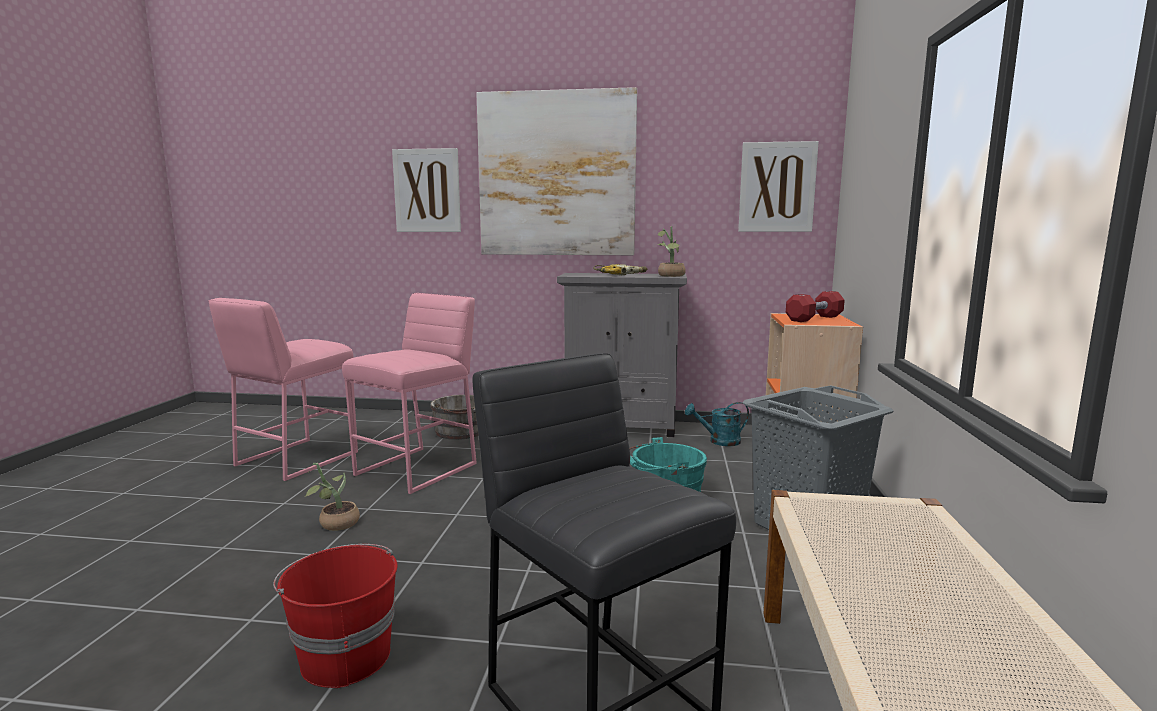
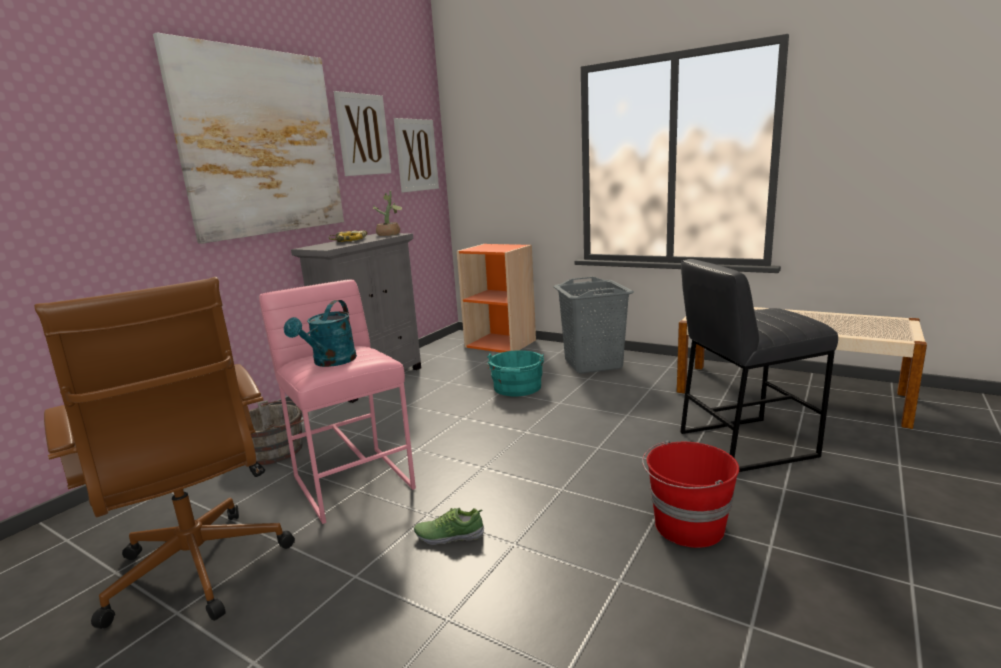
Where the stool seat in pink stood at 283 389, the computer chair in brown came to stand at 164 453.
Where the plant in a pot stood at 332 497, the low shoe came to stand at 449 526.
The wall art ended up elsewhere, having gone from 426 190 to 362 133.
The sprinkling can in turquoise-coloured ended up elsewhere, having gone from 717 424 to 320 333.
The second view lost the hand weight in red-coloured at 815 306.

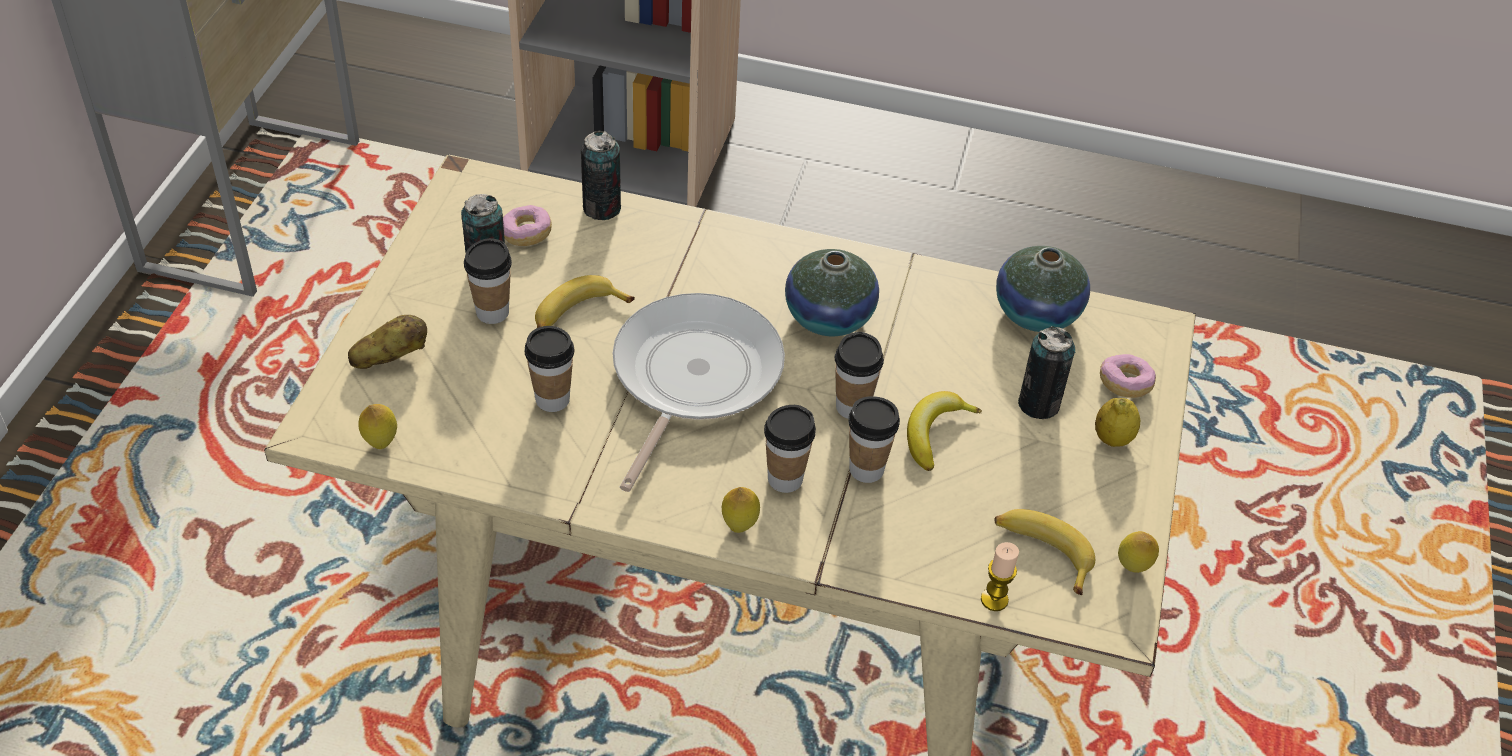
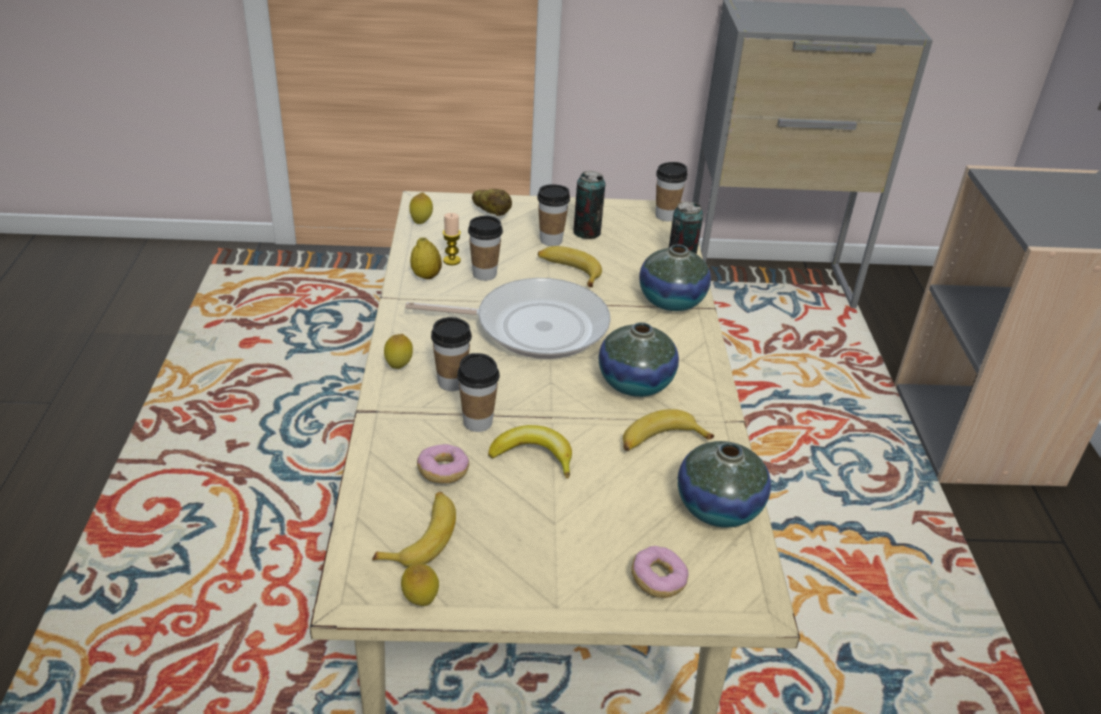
The ring doughnut ended up elsewhere, having gone from 527 225 to 443 463.
The cup ended up elsewhere, having gone from 859 375 to 671 191.
The wax light ended up elsewhere, having gone from 1000 576 to 452 239.
The second view lost the can at 1046 372.
The lemon ended up elsewhere, having gone from 1117 422 to 426 258.
The second view gained the whole banana at 668 430.
The second view gained the flower vase at 675 277.

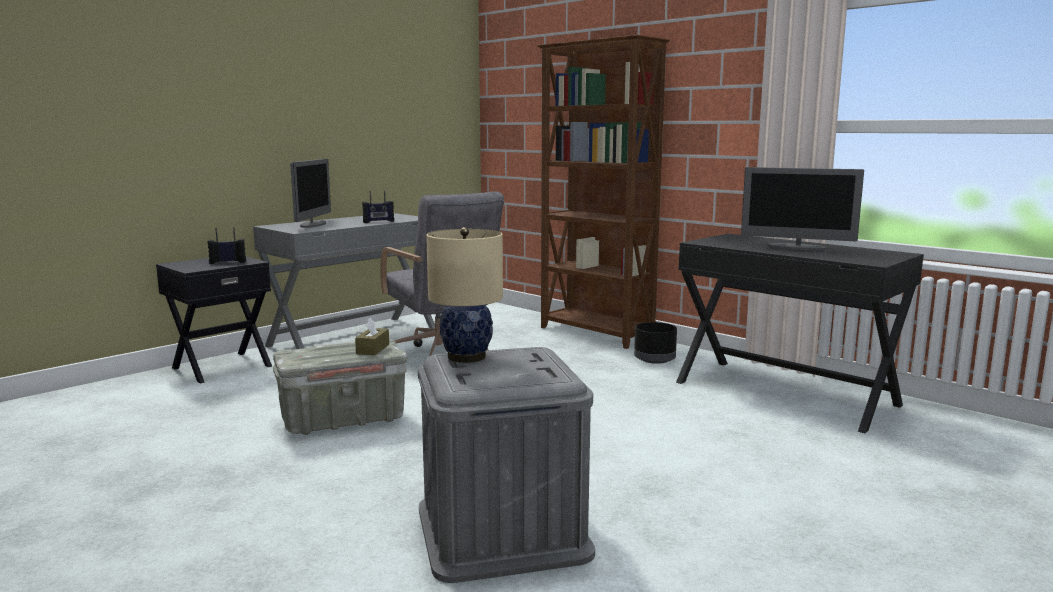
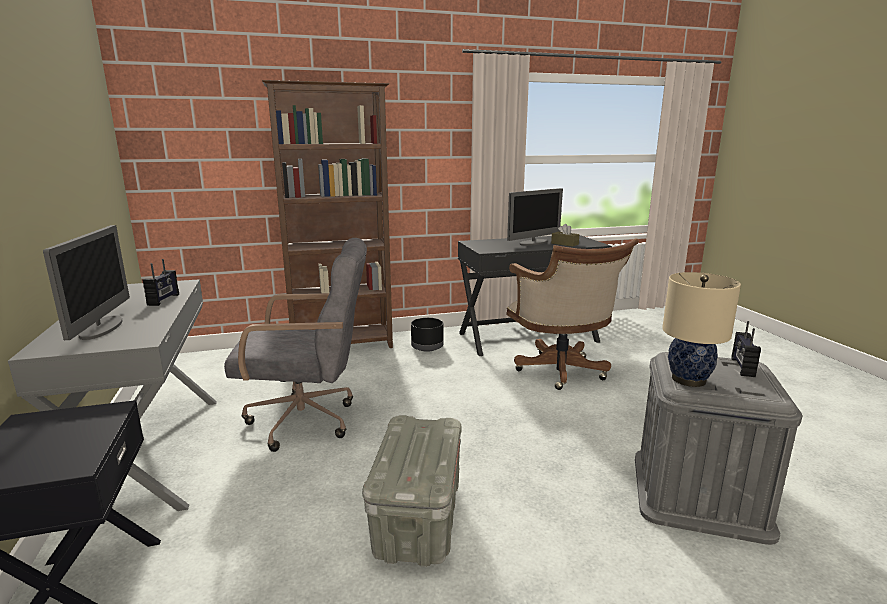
The radio set ended up elsewhere, having gone from 226 245 to 746 349.
The computer display at 310 193 ended up facing another way, 45 degrees clockwise from before.
The tissue holder in brown ended up elsewhere, having gone from 372 336 to 565 235.
The second view gained the computer chair at 572 314.

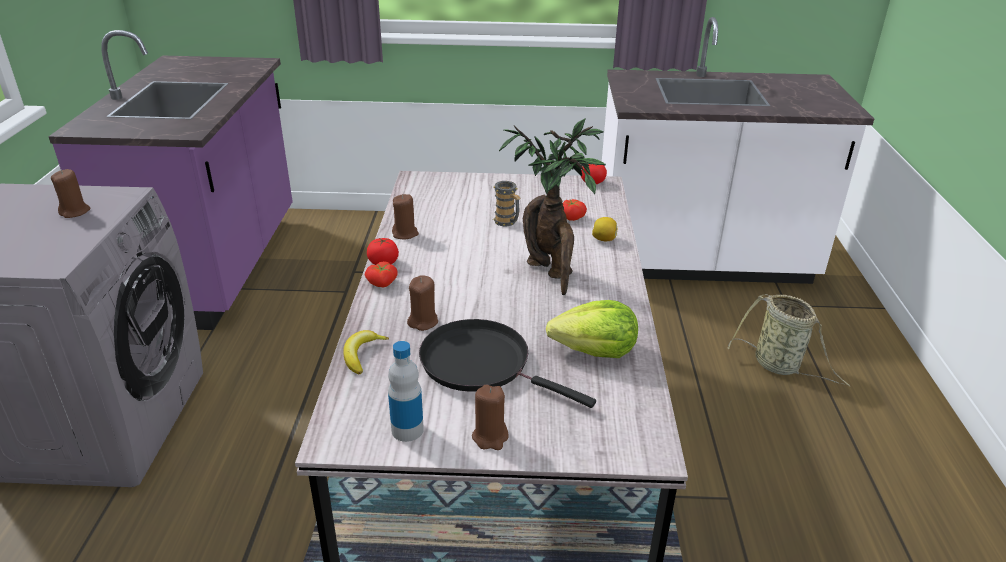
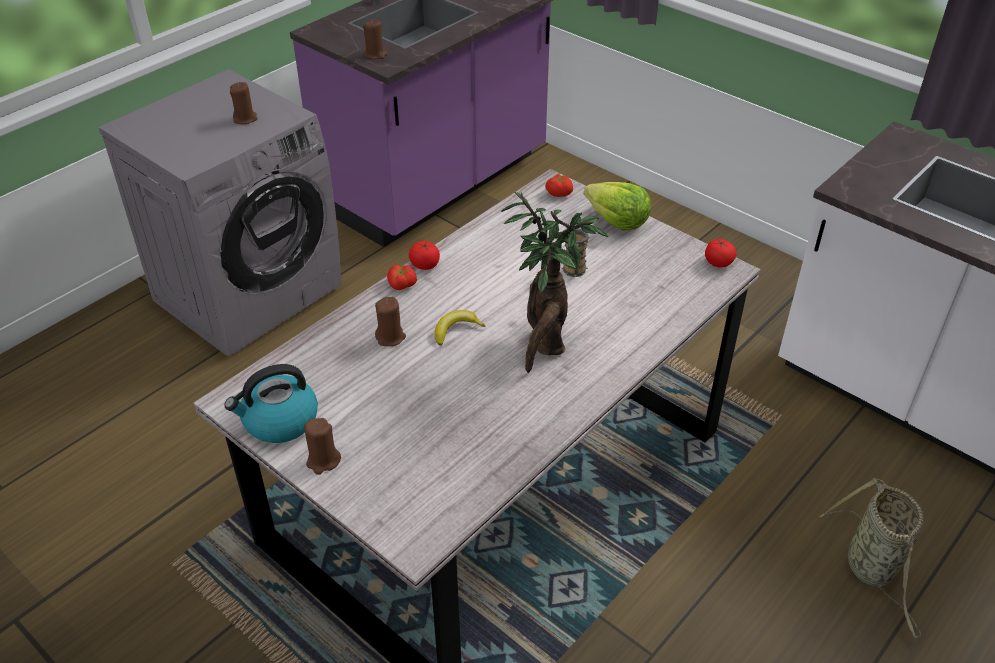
The whole banana ended up elsewhere, having gone from 366 352 to 459 327.
Where the bottle stood at 406 391, the tea kettle came to stand at 271 403.
The wax light in brown ended up elsewhere, having gone from 405 216 to 375 39.
The second view lost the skillet in black at 507 363.
The lettuce head ended up elsewhere, having gone from 592 329 to 617 206.
The fresh tomato ended up elsewhere, having gone from 575 210 to 559 185.
The second view lost the lemon at 604 229.

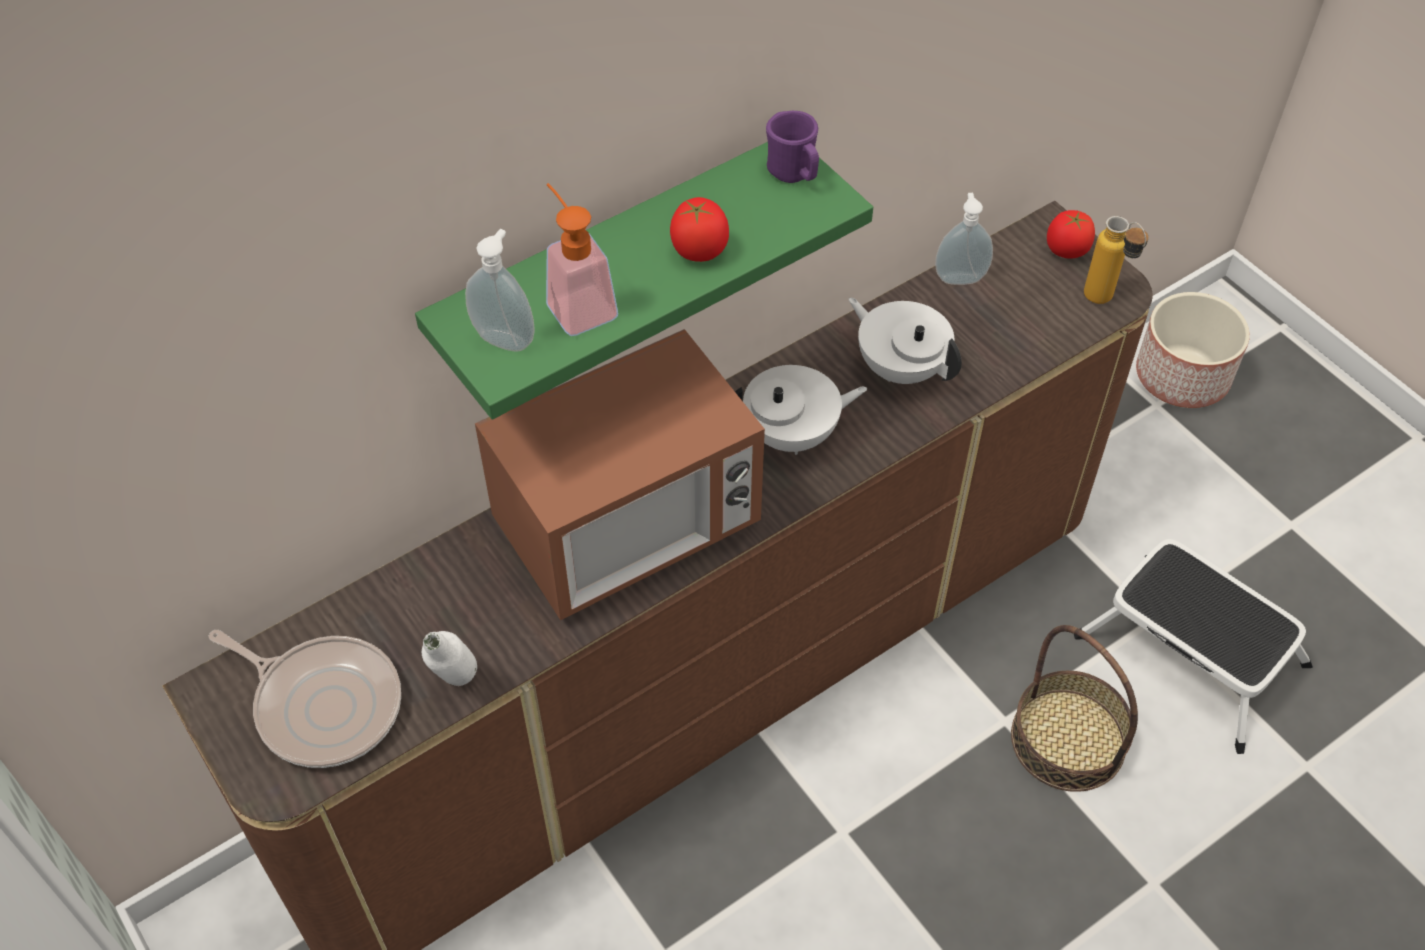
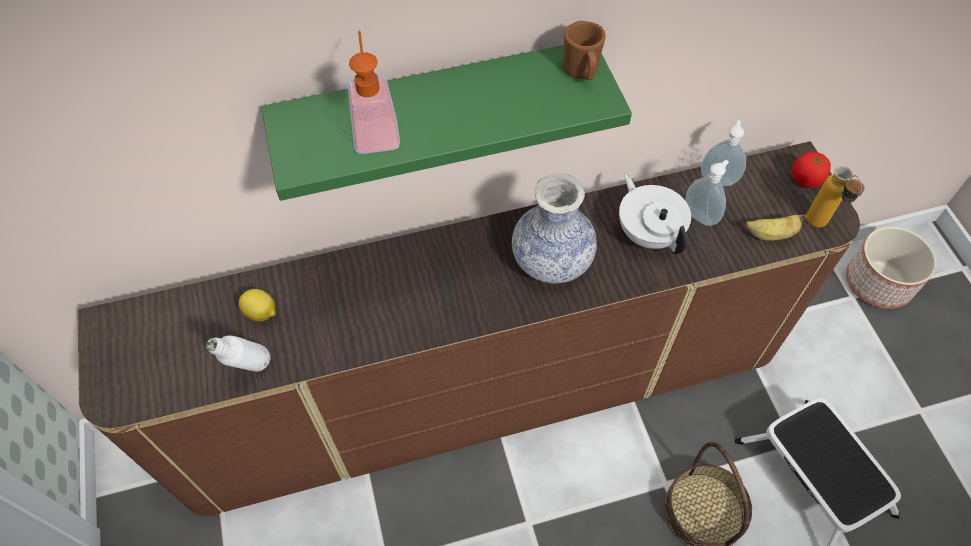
The second view lost the skillet at 304 699.
The soap dispenser ended up elsewhere, having gone from 500 290 to 707 193.
The second view lost the kitchen microwave at 620 474.
The second view lost the fresh tomato at 699 229.
Where the tea pot in whitish stood at 801 410, the flower vase came to stand at 554 228.
What was the tea mug in purple at 792 147 turned into the tea mug in brown at 584 50.
The second view gained the lemon at 257 305.
The second view gained the whole banana at 775 227.

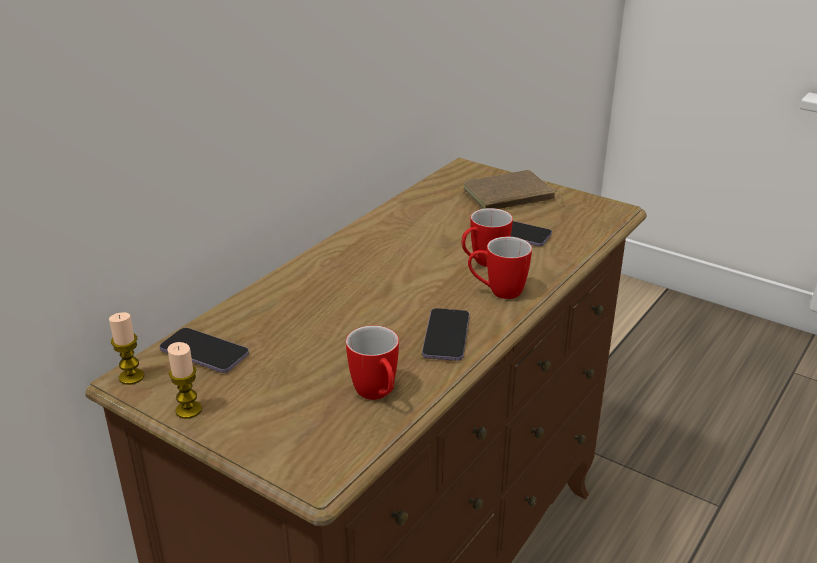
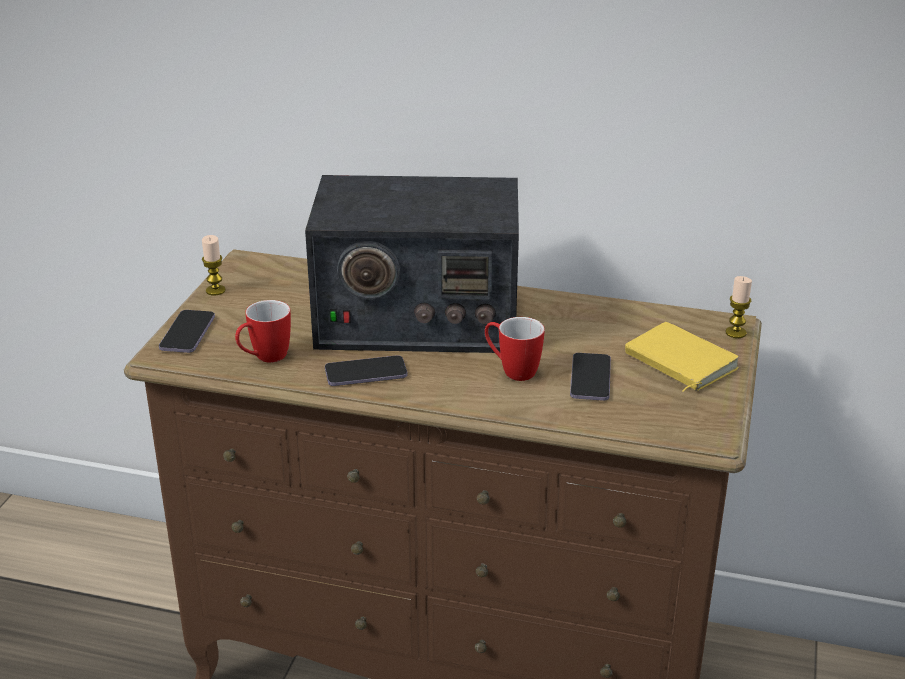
The wax light ended up elsewhere, having gone from 126 348 to 738 307.
The telephone ended up elsewhere, having gone from 204 350 to 187 331.
What was the bound book in brown at 513 189 turned into the bound book in yellow at 682 357.
The second view lost the tea mug at 500 268.
The second view gained the radio set at 412 264.

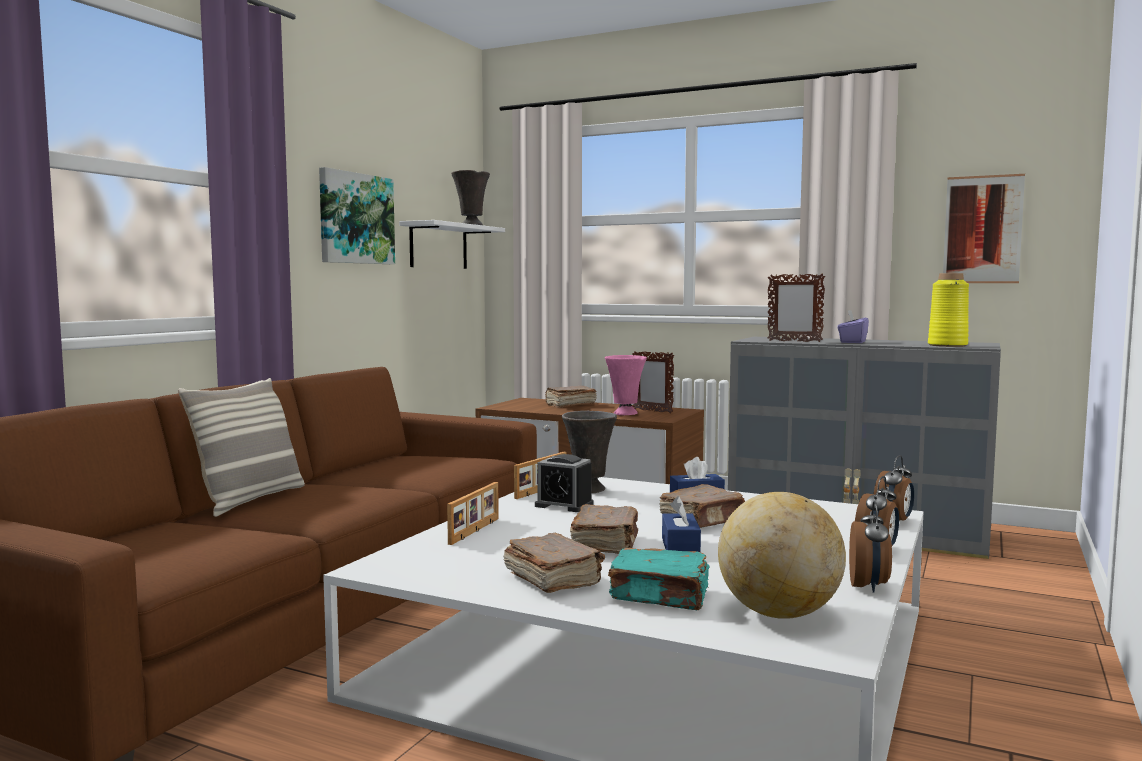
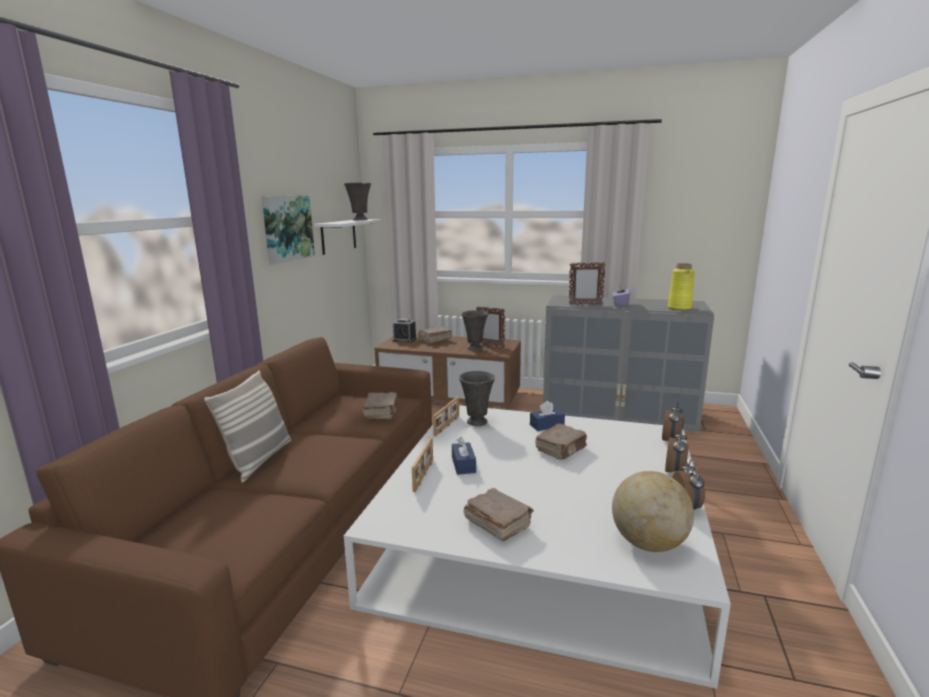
The table clock ended up elsewhere, having gone from 564 483 to 404 330.
The bound book in brown ended up elsewhere, having gone from 604 529 to 380 406.
What was the flower vase in pink at 626 385 turned into the flower vase in gray at 474 330.
The second view lost the bound book in turquoise-coloured at 658 579.
The tissue holder in blue-coloured ended up elsewhere, having gone from 681 524 to 464 456.
The second view lost the wall art at 984 228.

